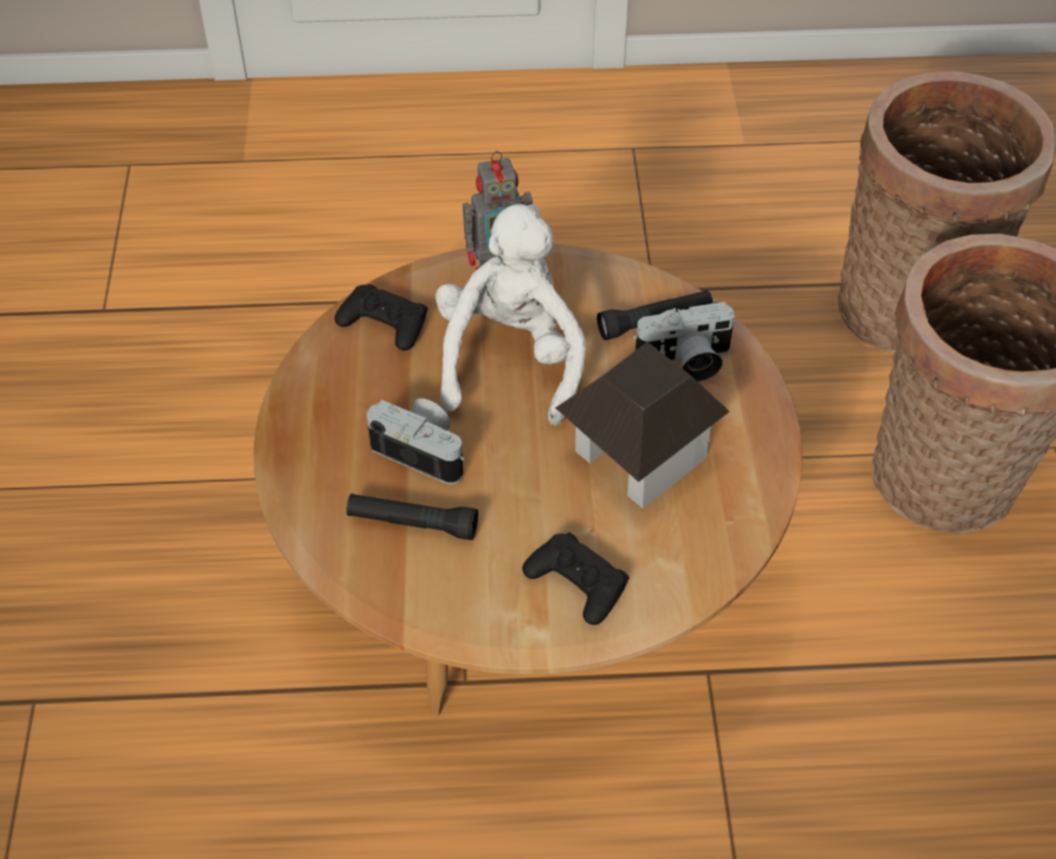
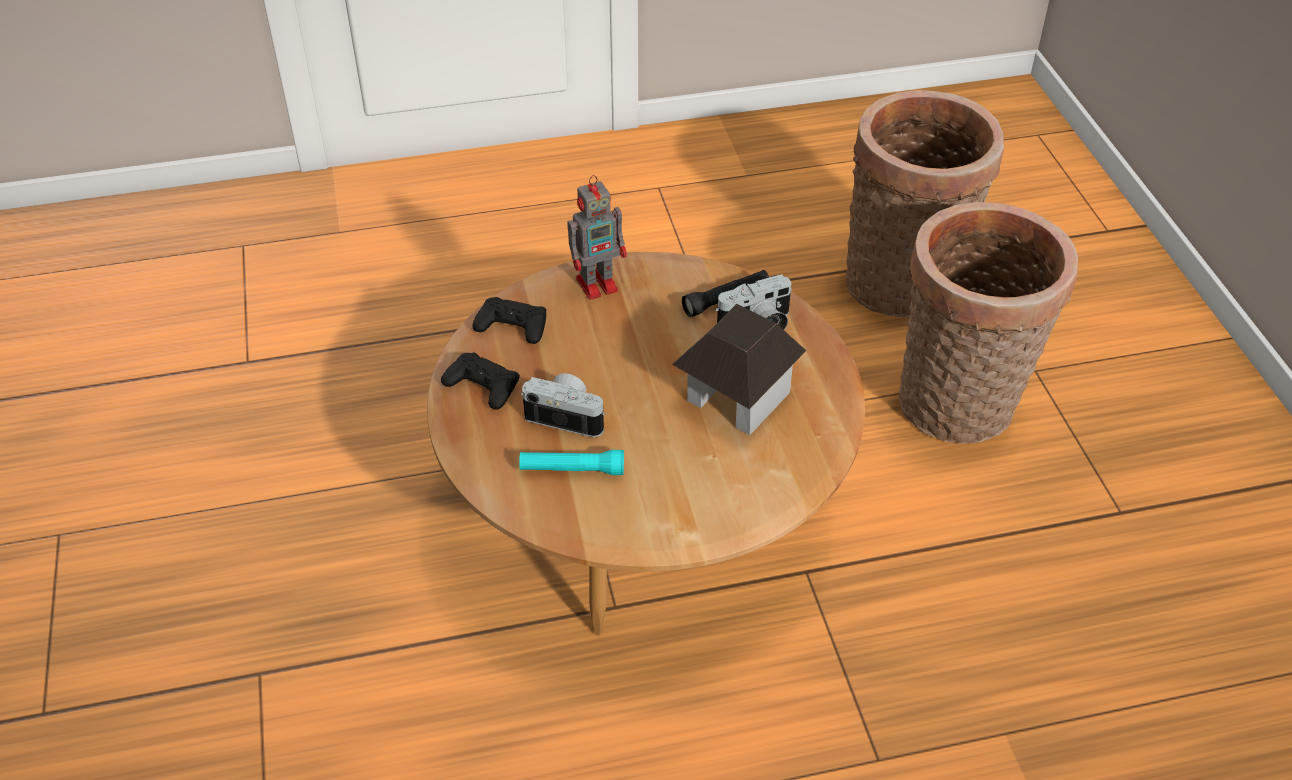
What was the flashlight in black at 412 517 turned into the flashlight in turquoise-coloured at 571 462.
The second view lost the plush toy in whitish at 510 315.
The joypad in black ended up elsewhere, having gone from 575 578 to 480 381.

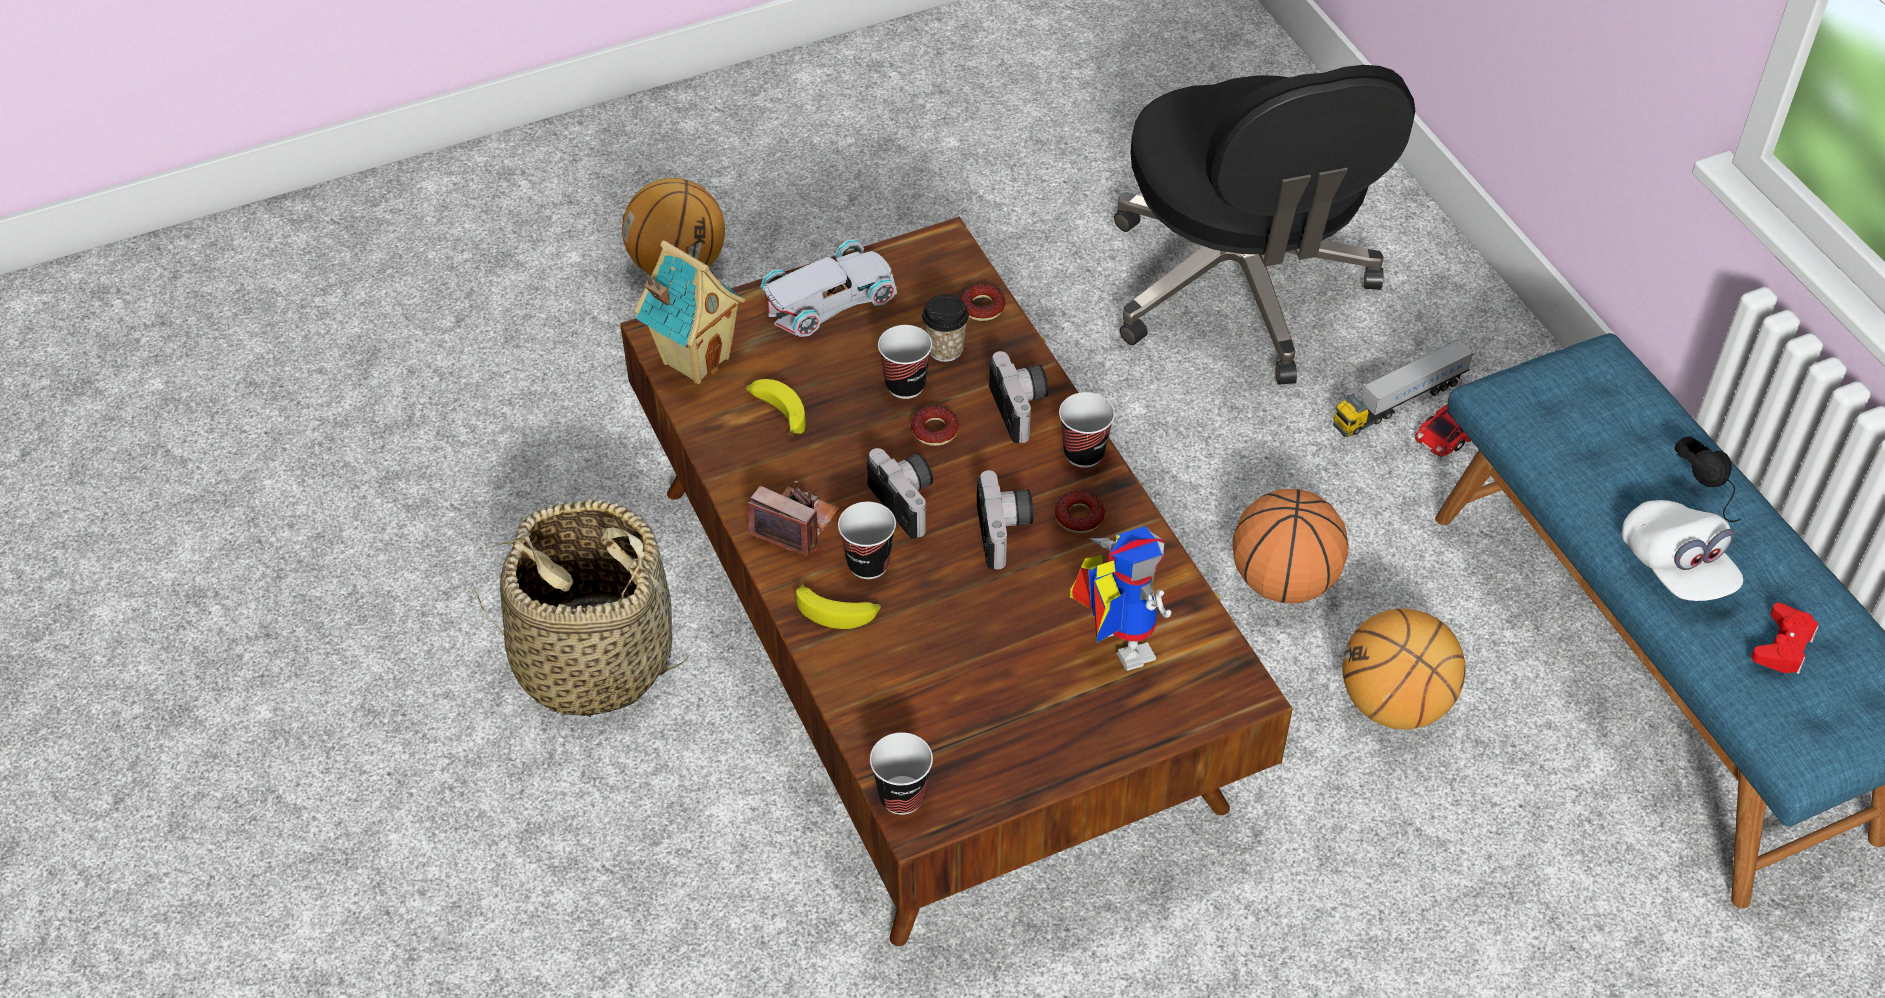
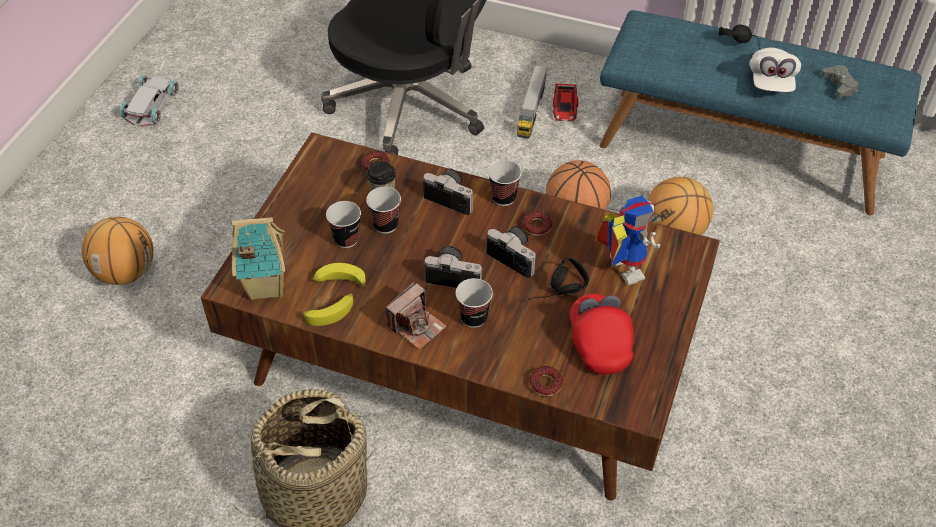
The photo camera at 794 518 ended up facing another way, 150 degrees clockwise from before.
The model car in whitish ended up elsewhere, having gone from 828 288 to 149 101.
The whole banana ended up elsewhere, having gone from 838 606 to 327 310.
The cup ended up elsewhere, having gone from 901 773 to 343 224.
The ring doughnut ended up elsewhere, having gone from 935 426 to 546 381.
The toy robot at 1120 598 ended up facing another way, 45 degrees clockwise from before.
The peaked cap in whitish at 1682 550 ended up facing another way, 75 degrees clockwise from before.
What was the joypad in red-coloured at 1785 638 turned into the joypad in gray at 840 81.
The second view gained the headset in black at 558 279.
The second view gained the peaked cap in red-coloured at 602 334.

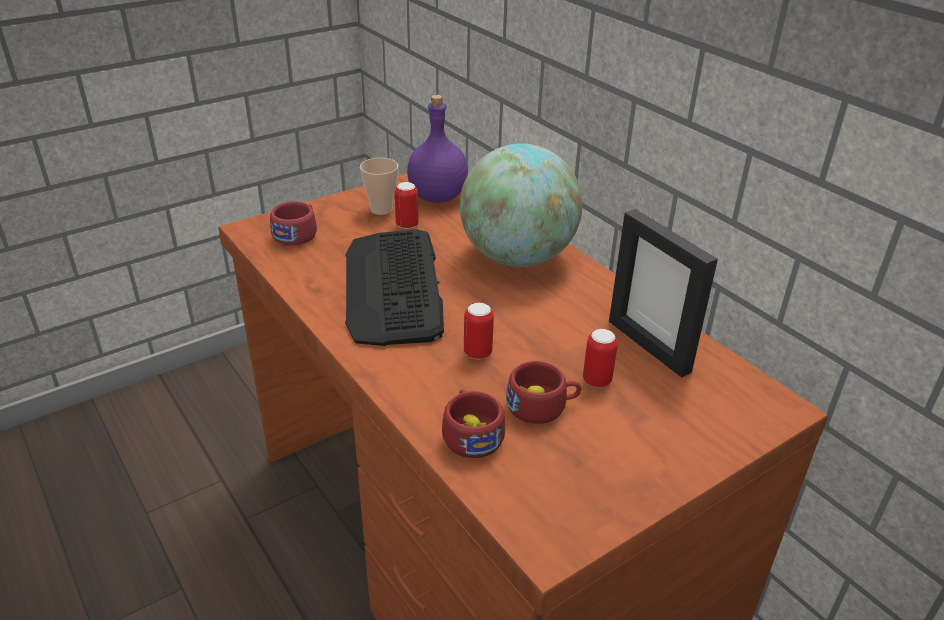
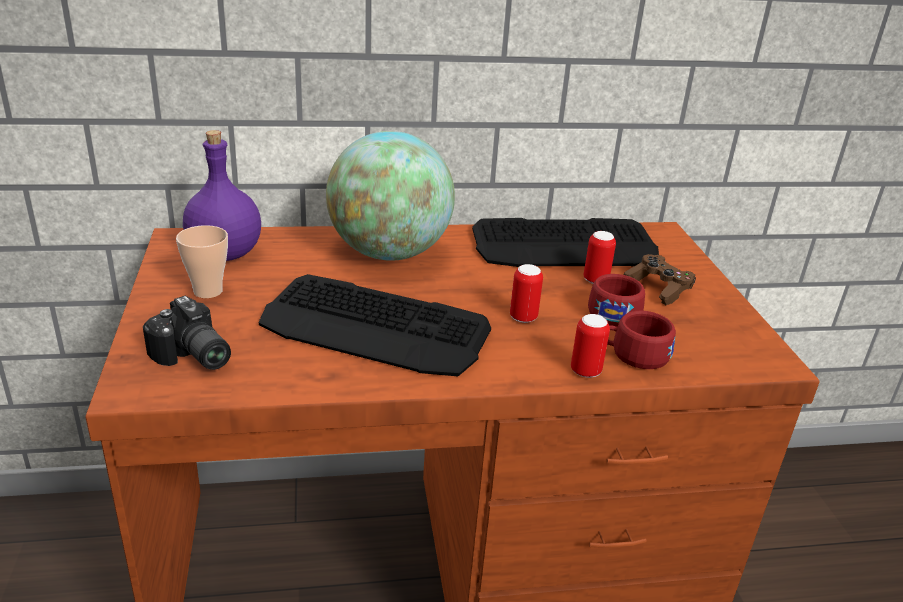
Where the cup in red-coloured stood at 293 224, the photo camera came to stand at 187 333.
The can ended up elsewhere, having gone from 407 205 to 590 346.
Where the photo frame stood at 663 293, the keyboard came to stand at 565 242.
The second view gained the joypad in brown at 659 279.

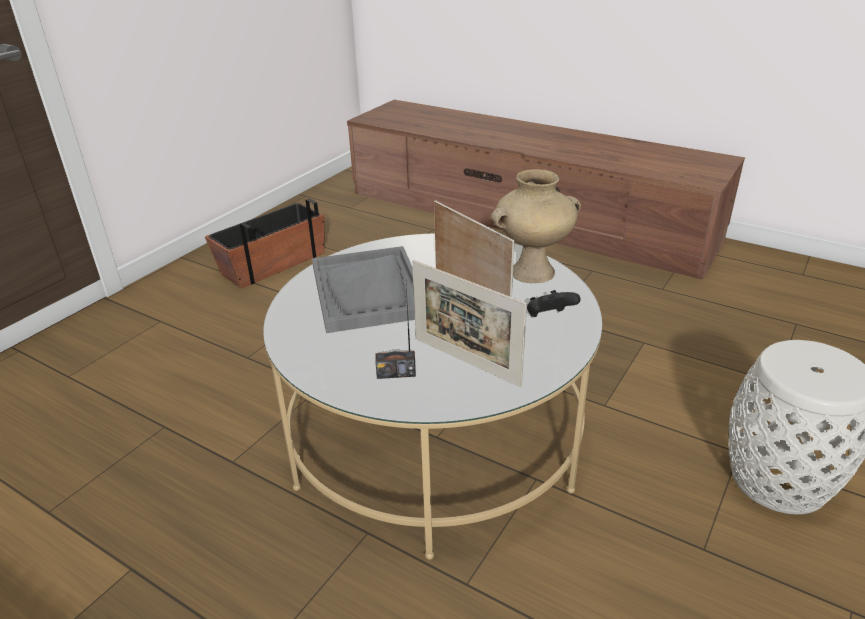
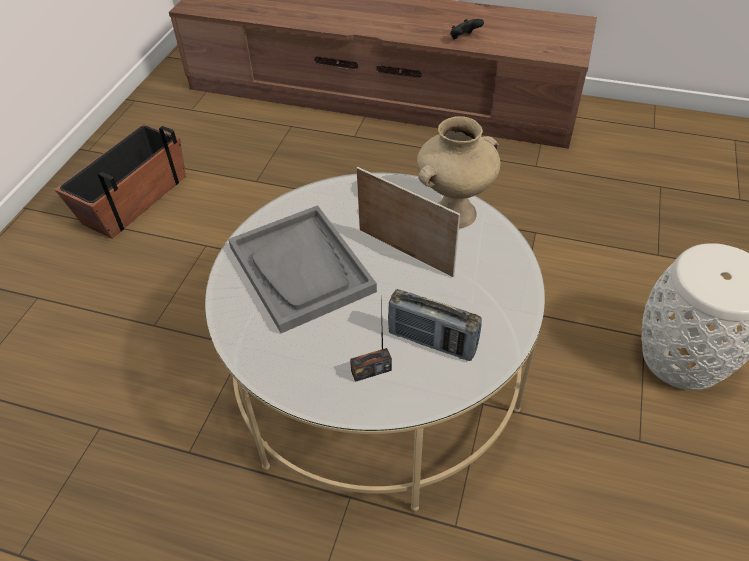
Where the photo frame stood at 469 323, the radio set came to stand at 435 325.
The joypad in black ended up elsewhere, having gone from 554 303 to 467 29.

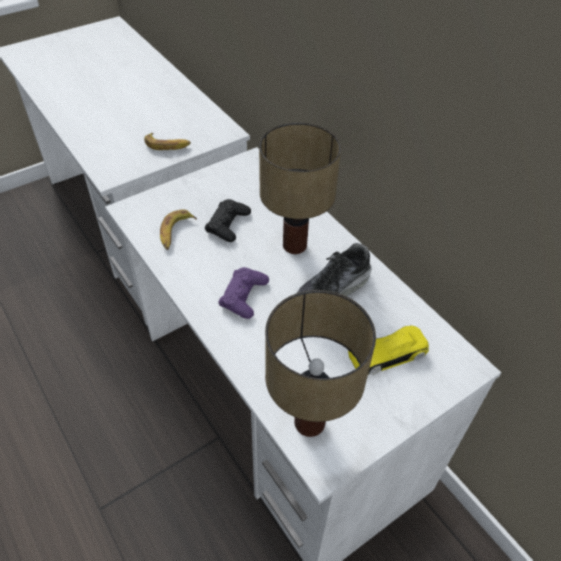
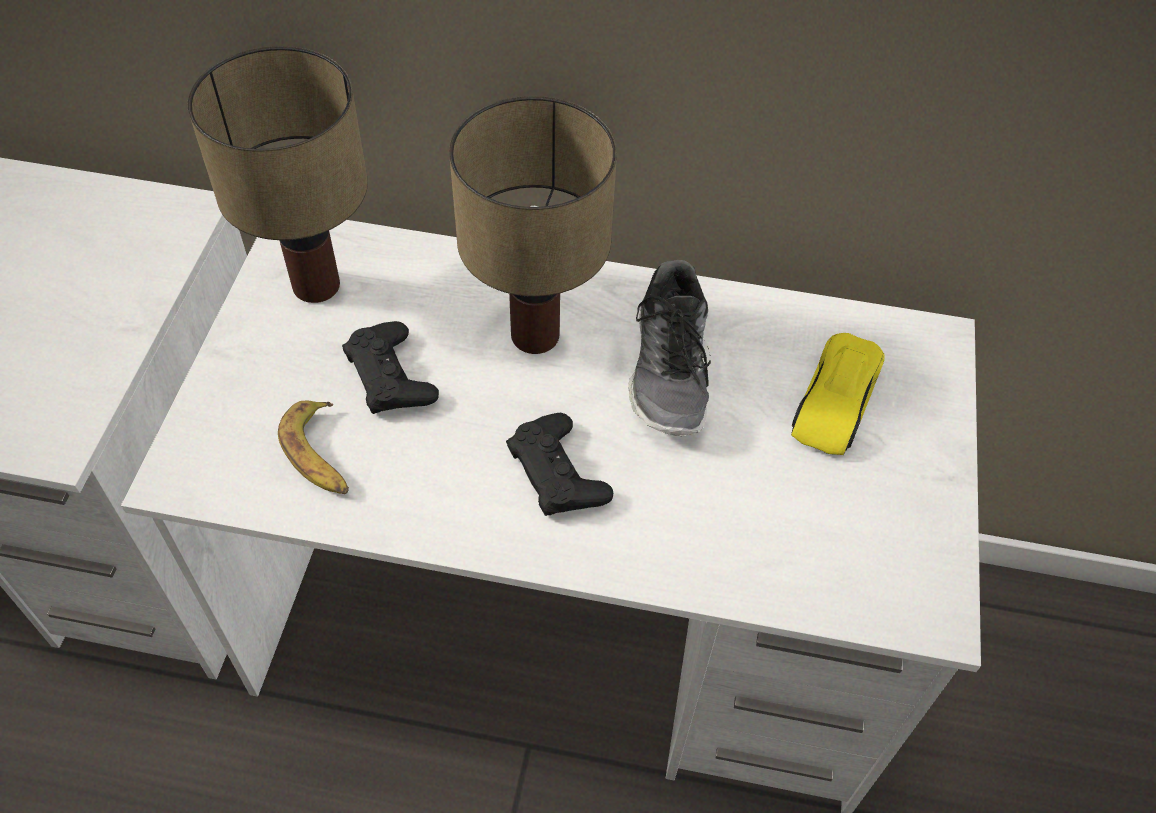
The second view lost the whole banana at 167 141.
What was the joypad in purple at 243 293 turned into the joypad in black at 559 464.
The tabletop lamp ended up elsewhere, having gone from 320 363 to 278 174.

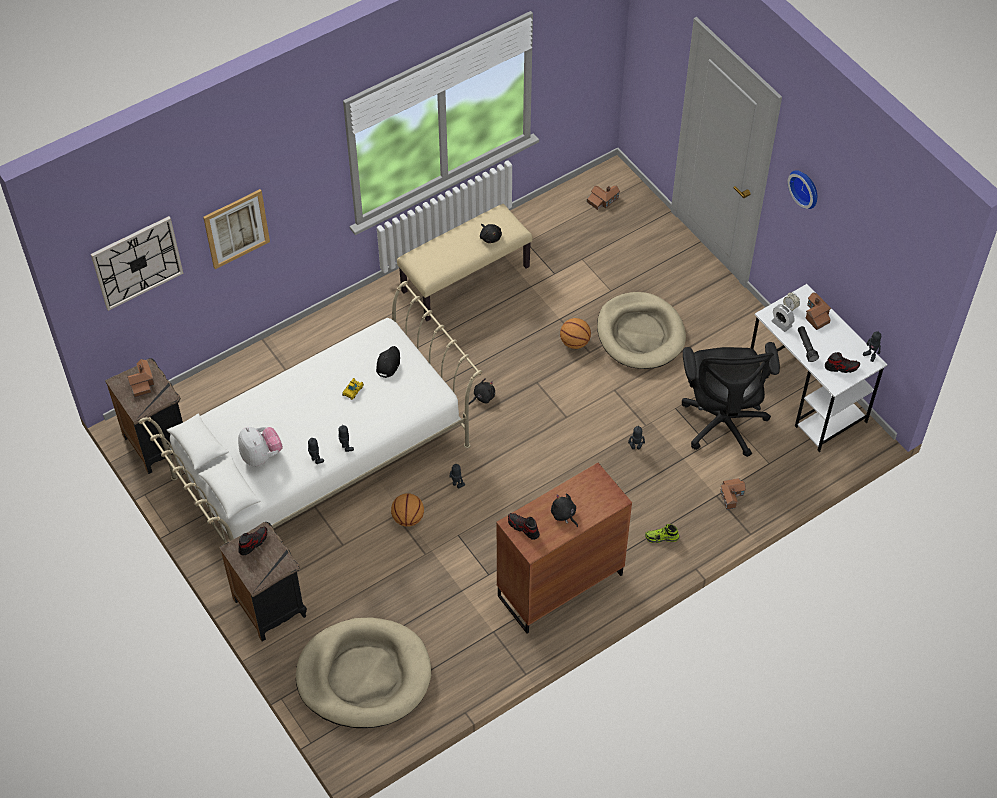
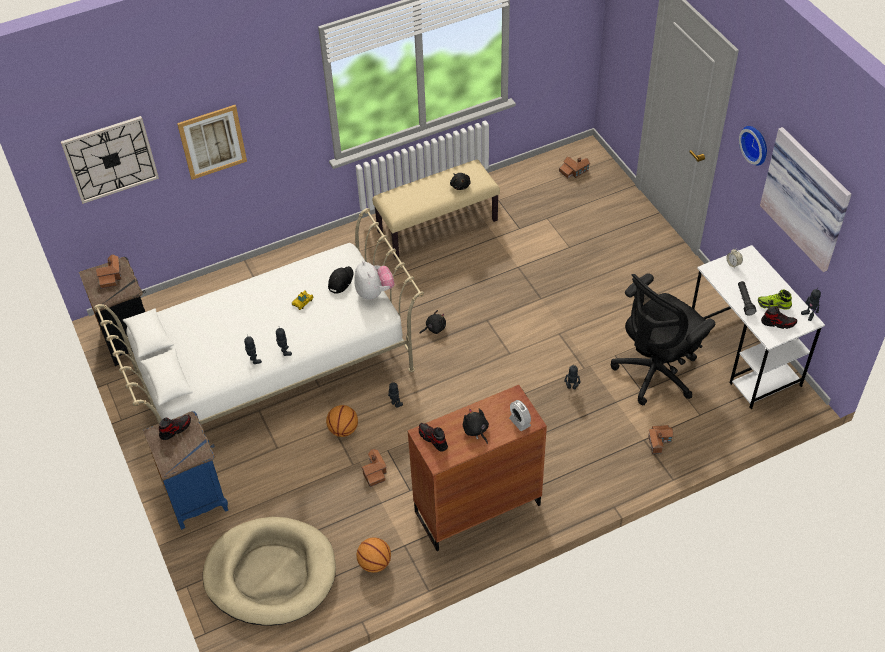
What was the night table in black at 263 581 turned into the night table in blue-coloured at 185 470.
The plush toy ended up elsewhere, having gone from 260 447 to 375 280.
The ball for basketball ended up elsewhere, having gone from 575 333 to 374 555.
The second view lost the pet bed in beige at 641 330.
The low shoe ended up elsewhere, having gone from 662 533 to 775 299.
The computer chair in black at 731 399 ended up facing another way, 45 degrees clockwise from before.
The table clock ended up elsewhere, having gone from 783 318 to 520 415.
The miniature house ended up elsewhere, having gone from 818 311 to 374 468.
The second view gained the wall art at 806 199.

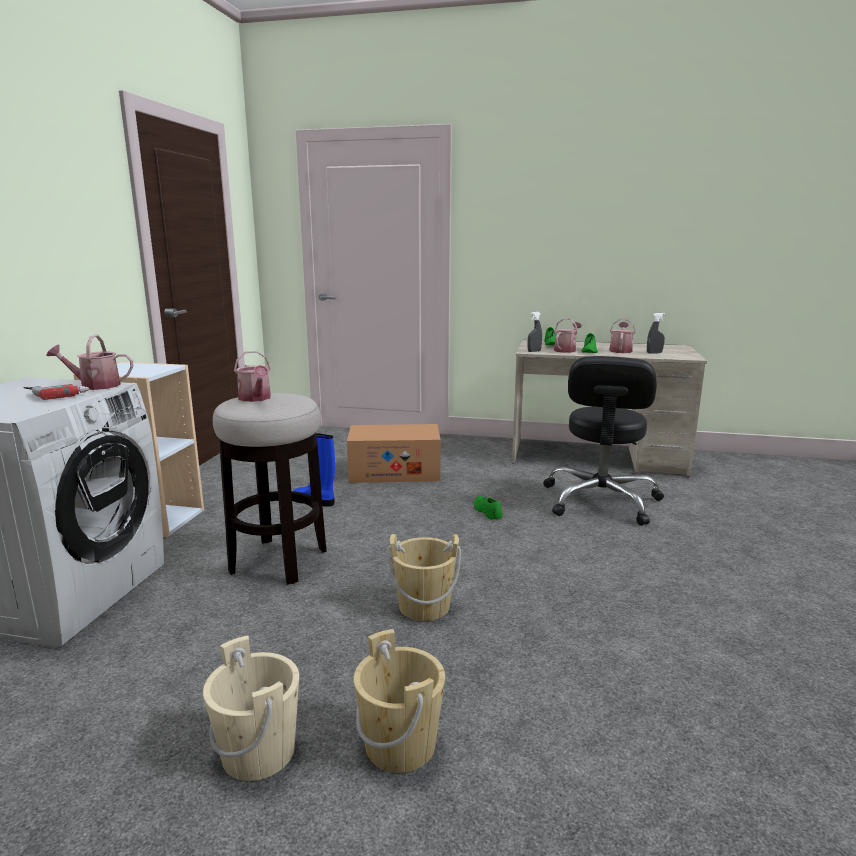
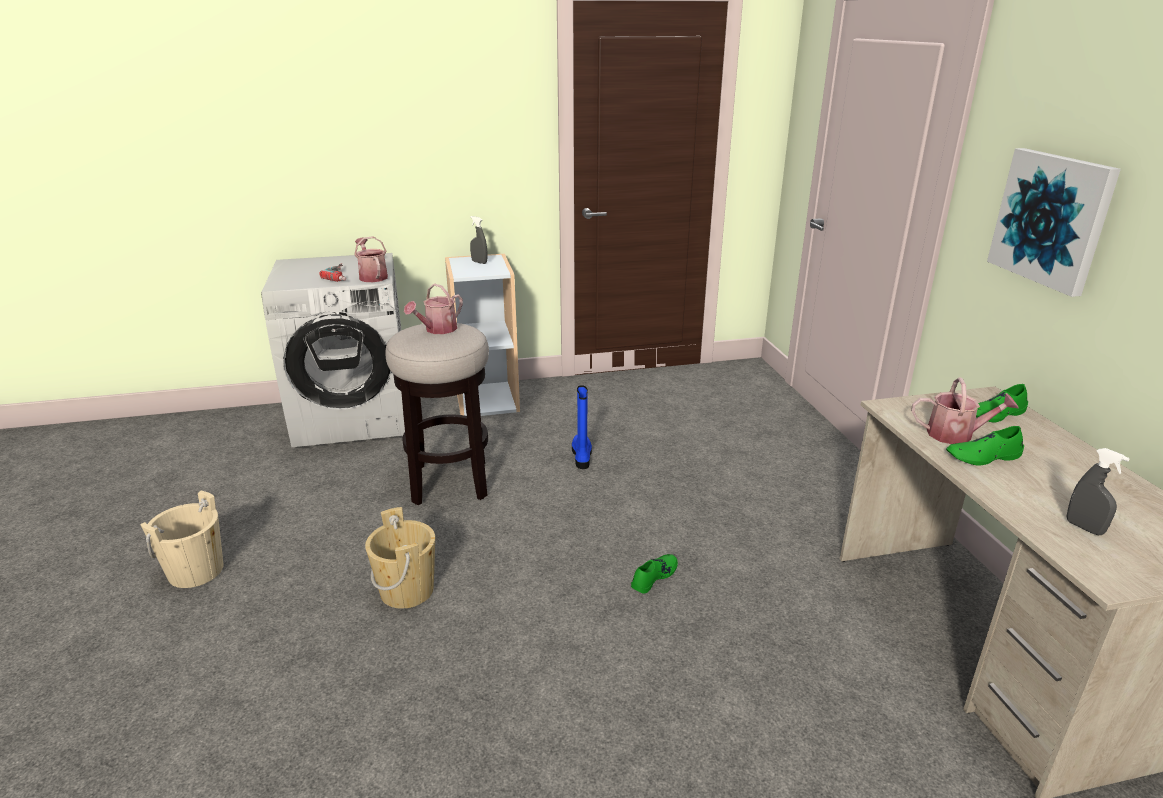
The second view lost the packing box at 394 453.
The second view lost the bucket in beige at 399 701.
The hand sprayer in gray ended up elsewhere, having gone from 534 332 to 478 240.
The second view lost the computer chair in black at 603 440.
The second view lost the sprinkling can at 622 336.
The second view gained the wall art at 1054 222.

